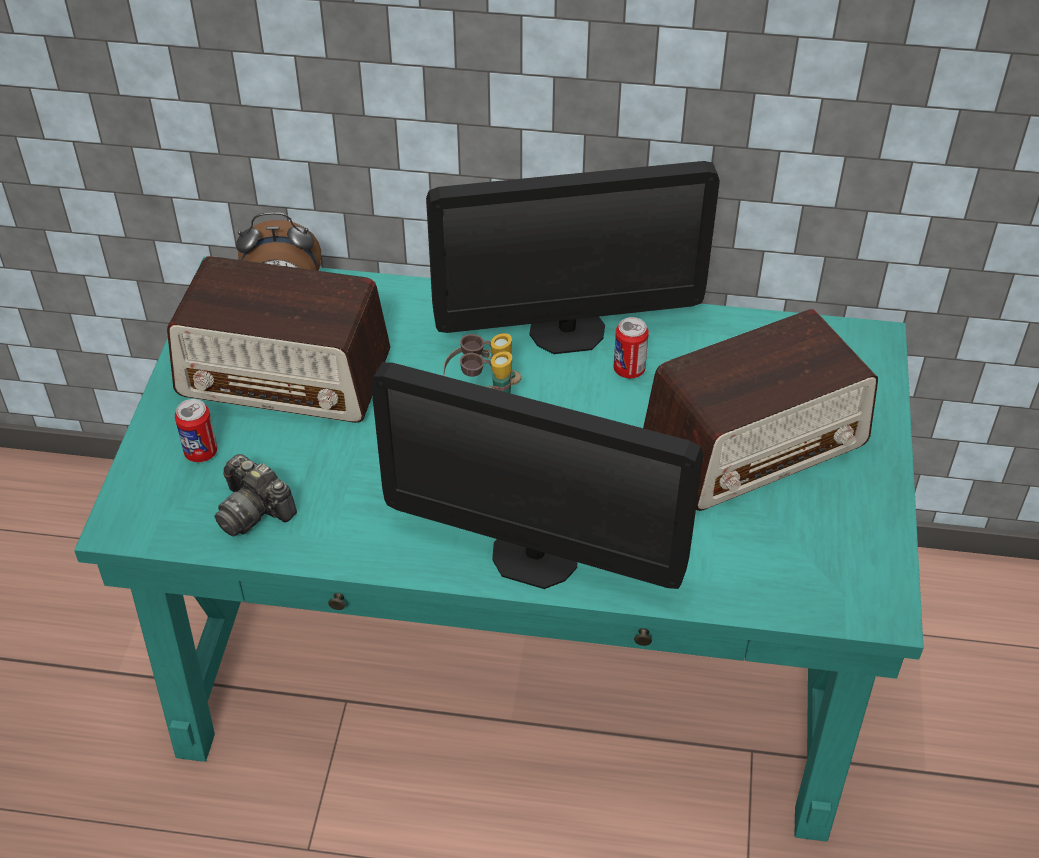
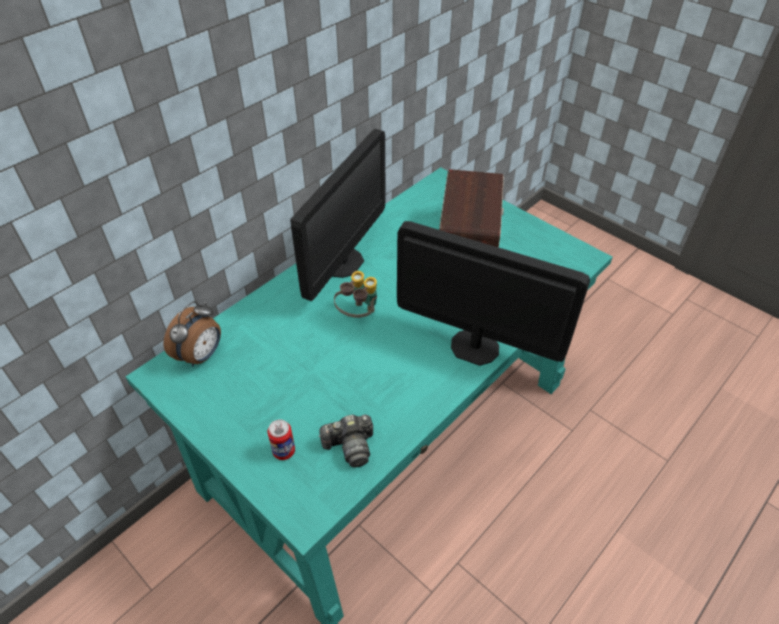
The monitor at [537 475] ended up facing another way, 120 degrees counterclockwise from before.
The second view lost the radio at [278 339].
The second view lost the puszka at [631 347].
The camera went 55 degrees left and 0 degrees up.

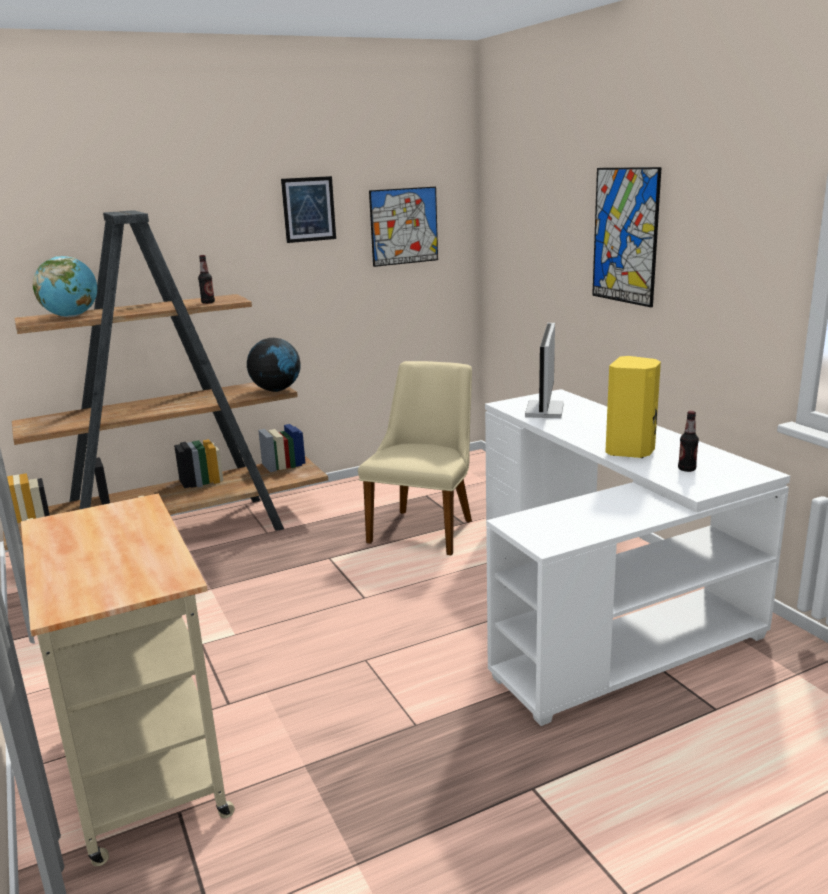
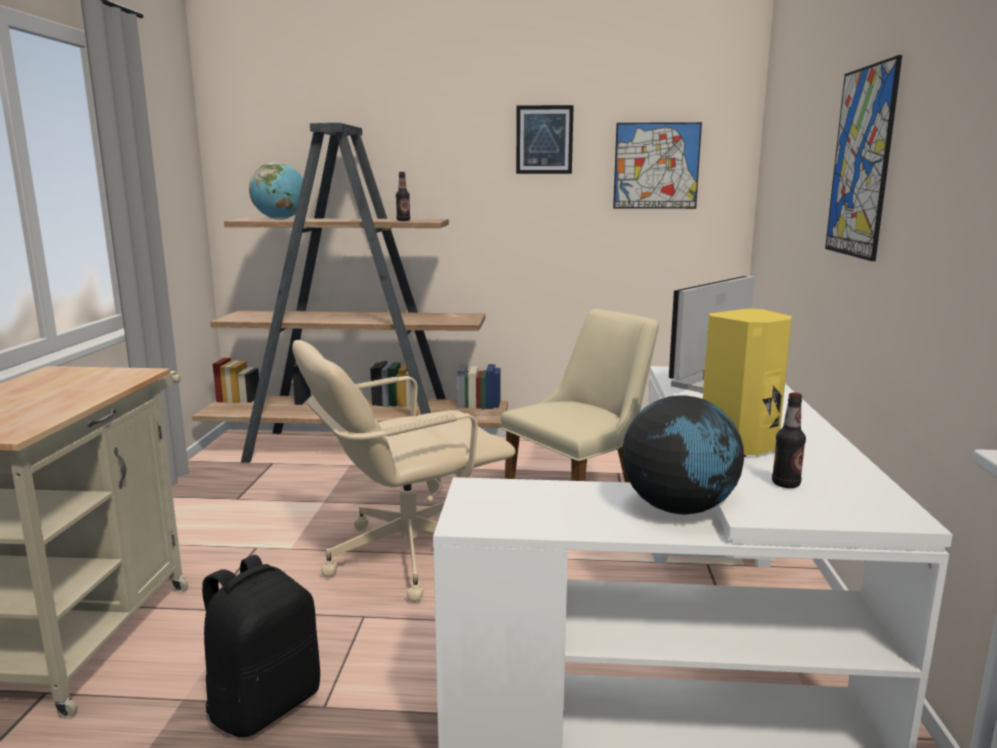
The second view gained the plecak (czarny) at [261 646].
The second view gained the krzesło biurowe (beżowy) at [404 471].
The globus ended up elsewhere, having gone from [274 365] to [683 455].
The camera went 30 degrees right and 5 degrees down.

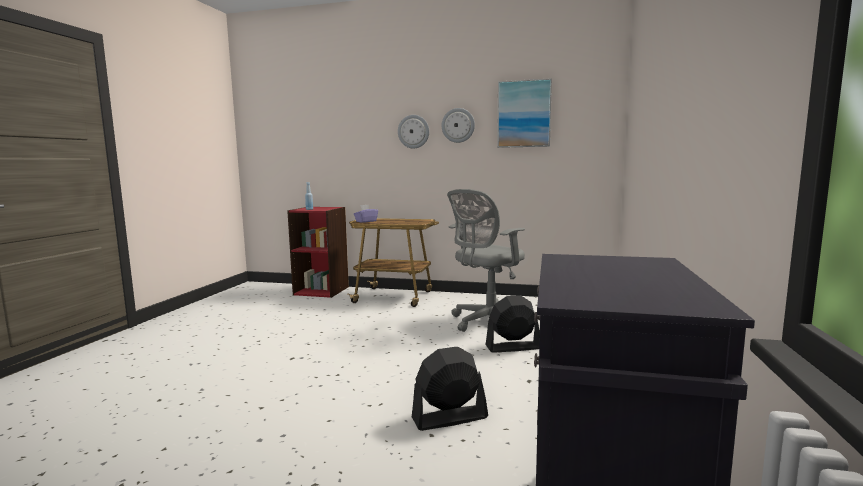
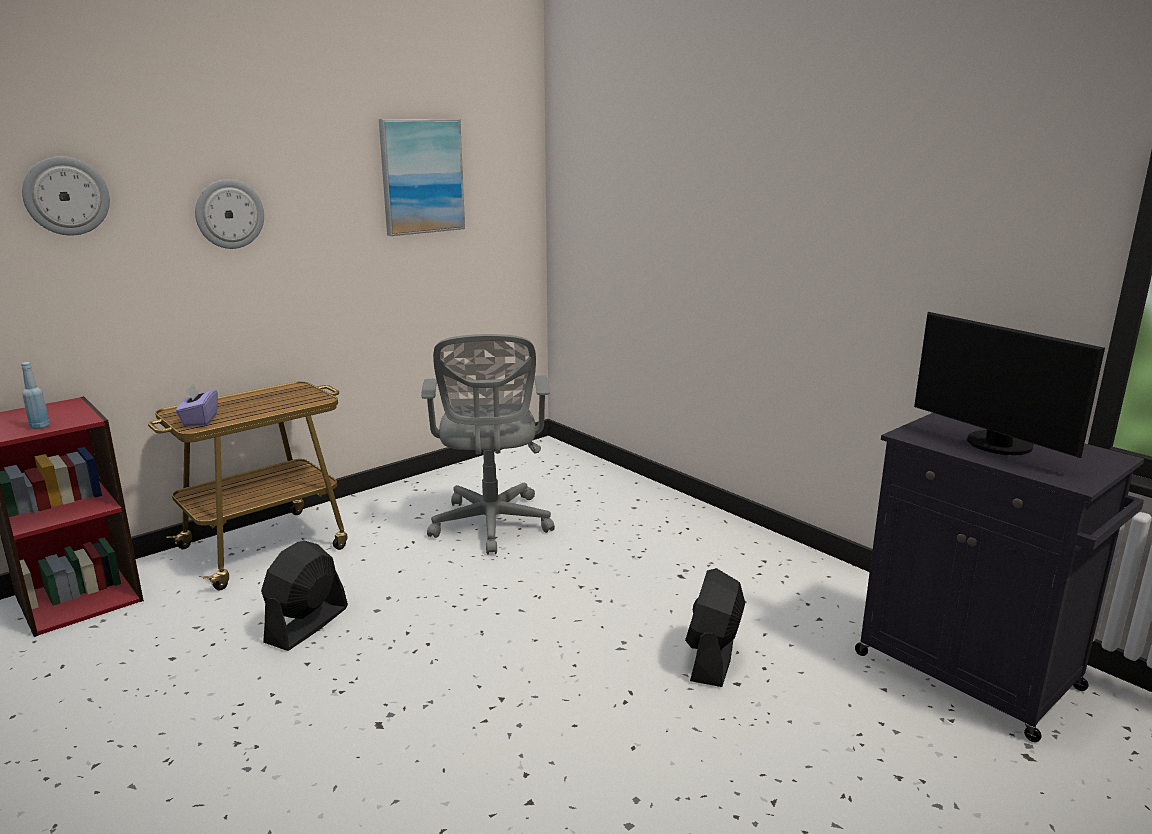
The zegar ścienny ended up elsewhere, having gone from [458 125] to [66 196].
The wentylator (czarny) ended up elsewhere, having gone from [513 324] to [304 596].
The second view gained the monitor at [1009 385].
The camera went 55 degrees left and 10 degrees up.

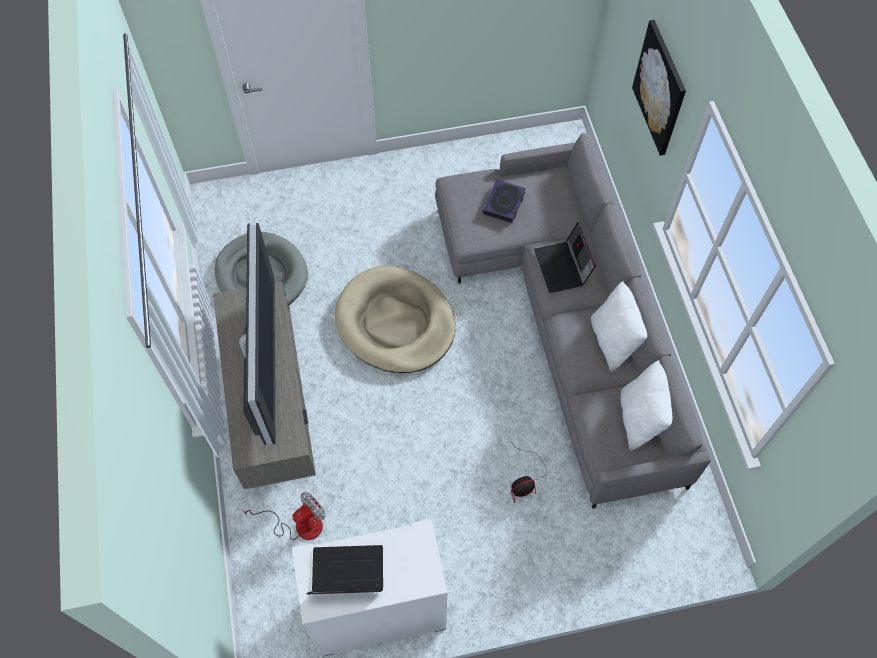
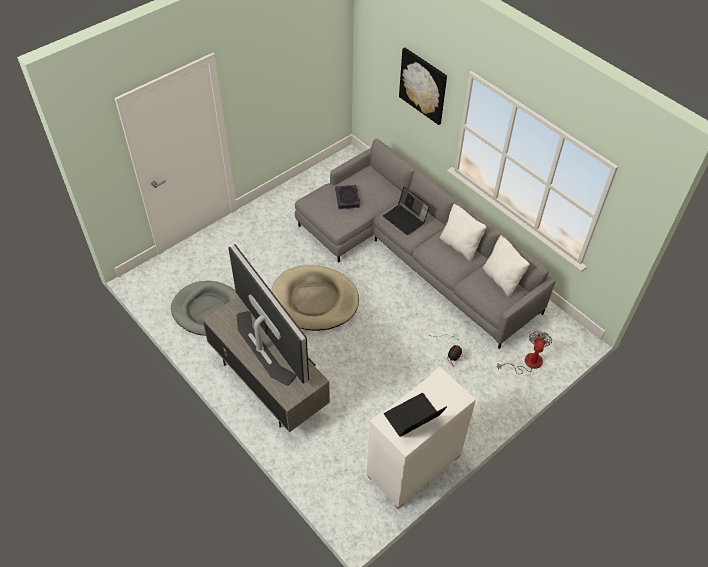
The wentylator ended up elsewhere, having gone from [283 516] to [524 352].
The camera went 30 degrees left and 10 degrees down.

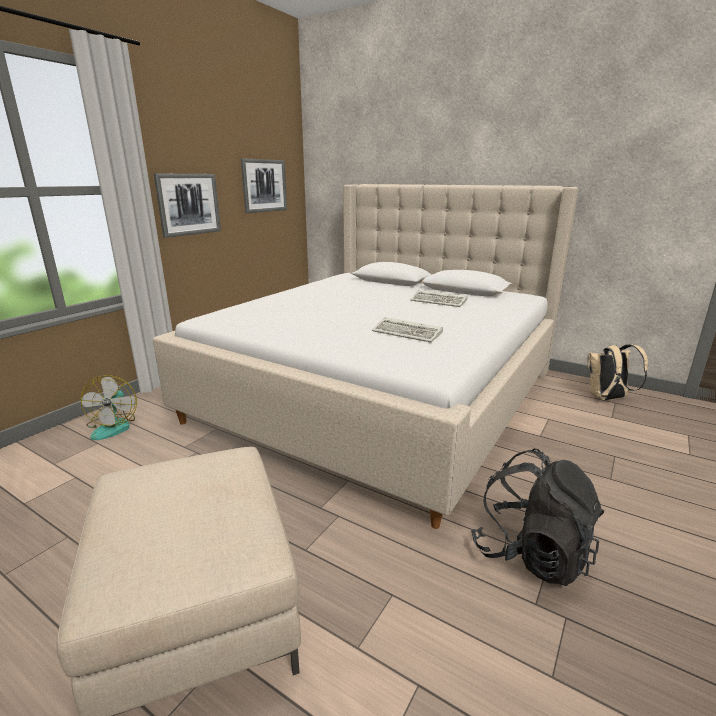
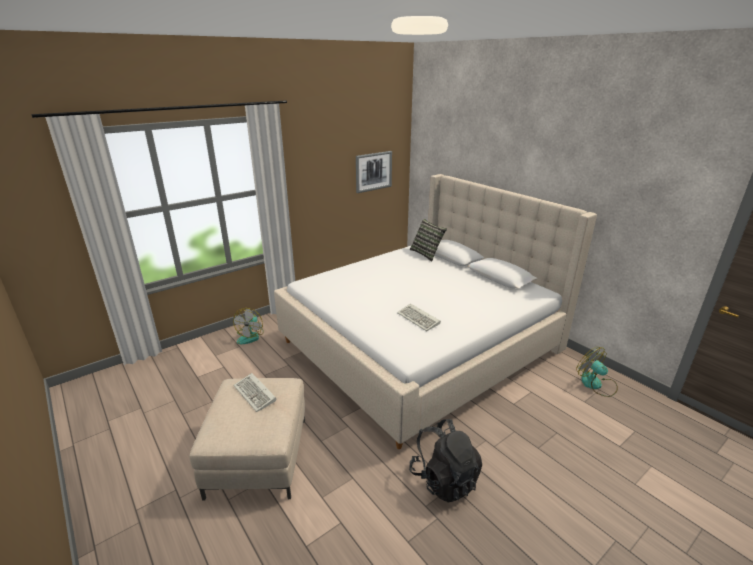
The klawiatura ended up elsewhere, having gone from [438 298] to [255 392].
The second view gained the poduszka at [428 240].
Where the plecak (beżowy) stood at [617 372], the wentylator came to stand at [597 372].
The second view lost the obraz at [187 206].
The camera went 20 degrees right and 5 degrees up.

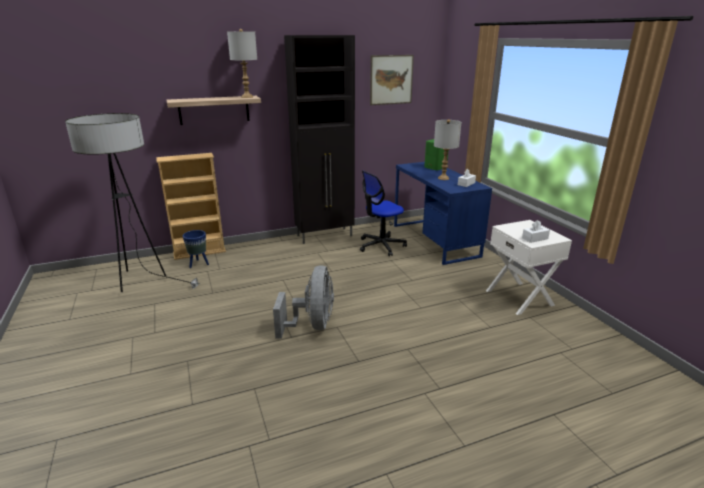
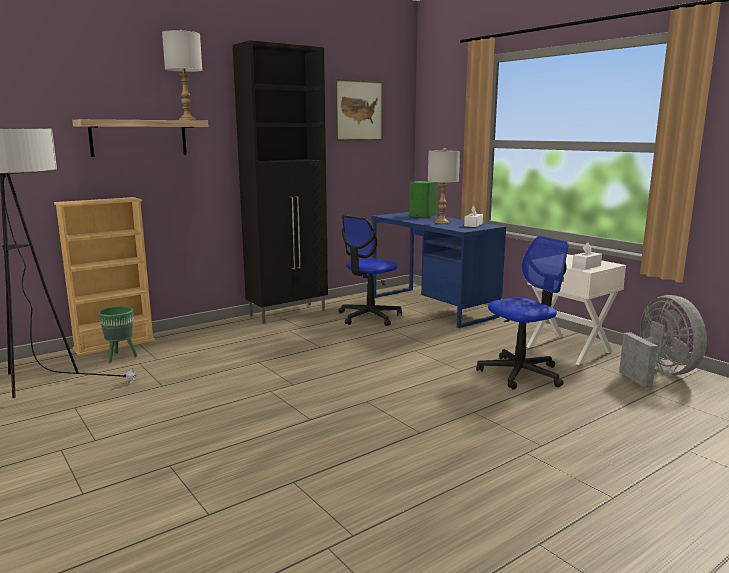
What was the donica (niebieski) at [196 249] turned into the donica (zielony) at [117 334].
The second view gained the krzesło biurowe at [522 313].
The wentylator (szary) ended up elsewhere, having gone from [303 302] to [663 341].
The camera went 15 degrees left and 10 degrees down.

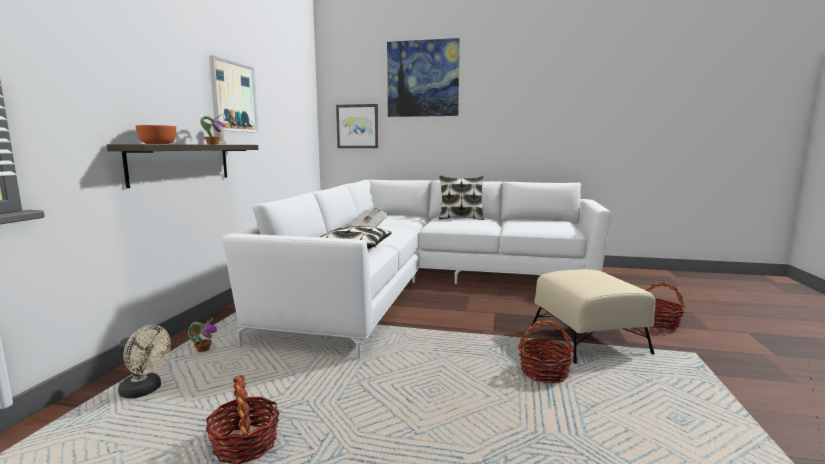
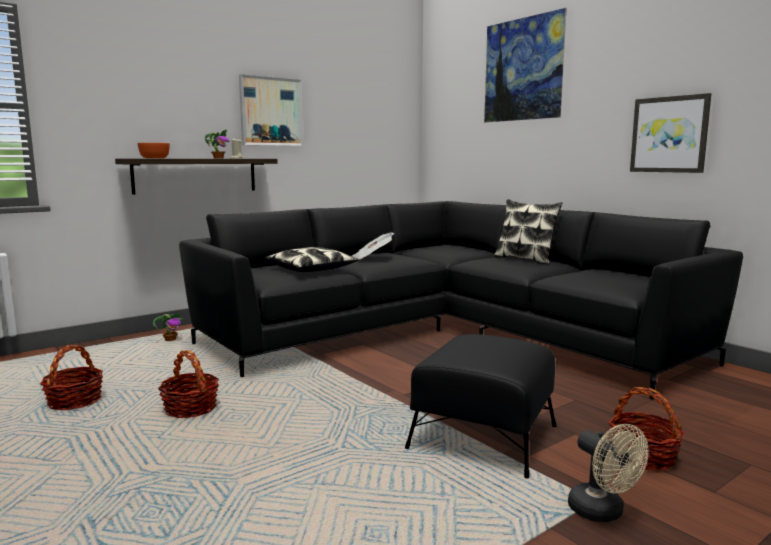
The koszyk ended up elsewhere, having gone from [546 352] to [188 384].
What was the kanapa (biały) at [416 269] turned into the kanapa (czarny) at [461 300].
What was the pufa (beżowy) at [593 316] turned into the pufa (czarny) at [480 406].
The wentylator (beżowy) ended up elsewhere, having gone from [144 362] to [608 473].
The obraz ended up elsewhere, having gone from [357 126] to [671 133].
The camera went 40 degrees right and 0 degrees up.

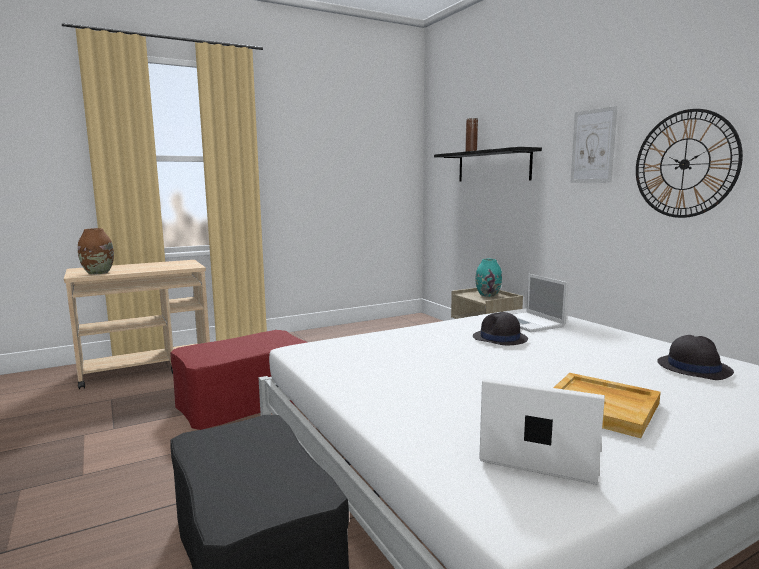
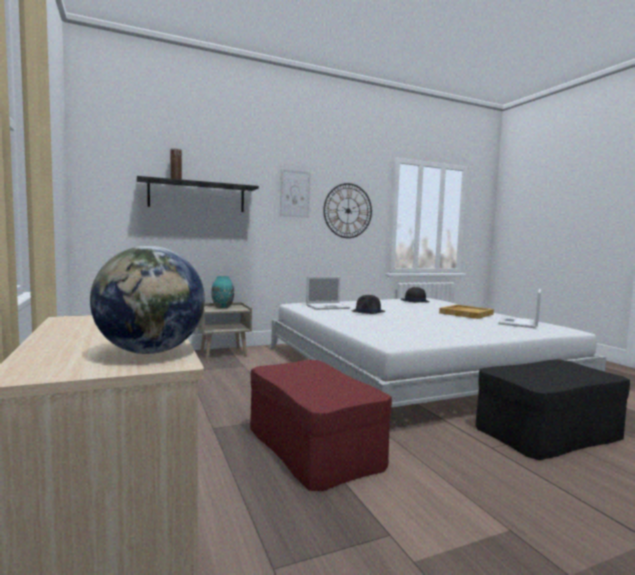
Where the wazon (brązowy) stood at [96 251], the globus came to stand at [147 300].
The camera went 85 degrees left and 5 degrees down.

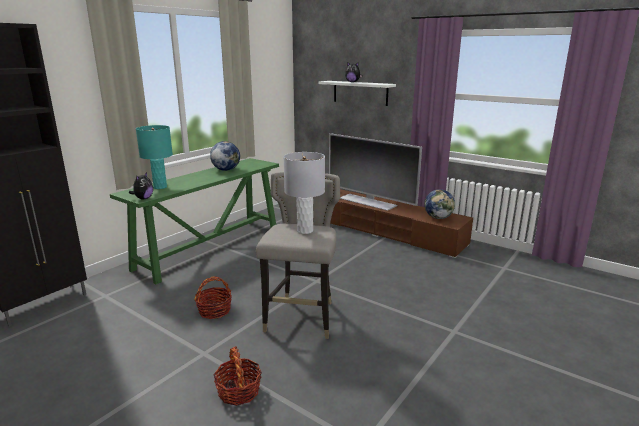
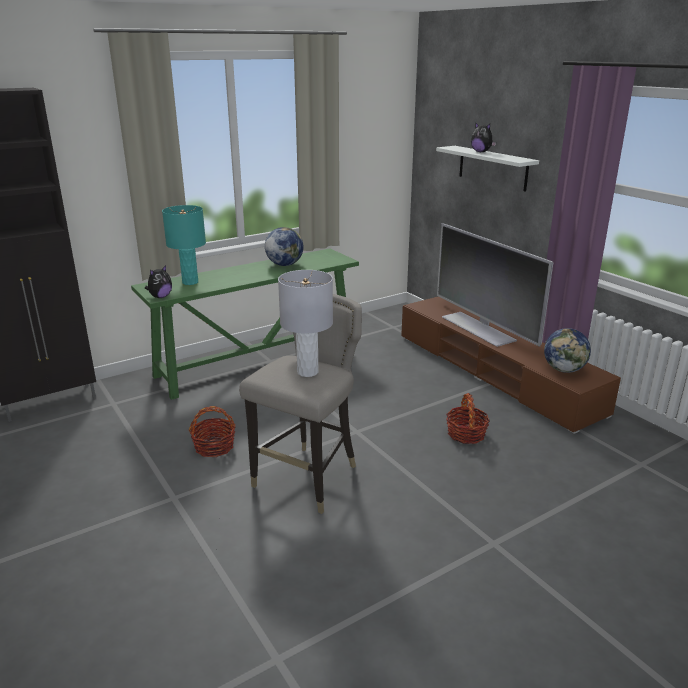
The koszyk ended up elsewhere, having gone from [237 376] to [468 418].
The camera went 20 degrees right and 5 degrees up.

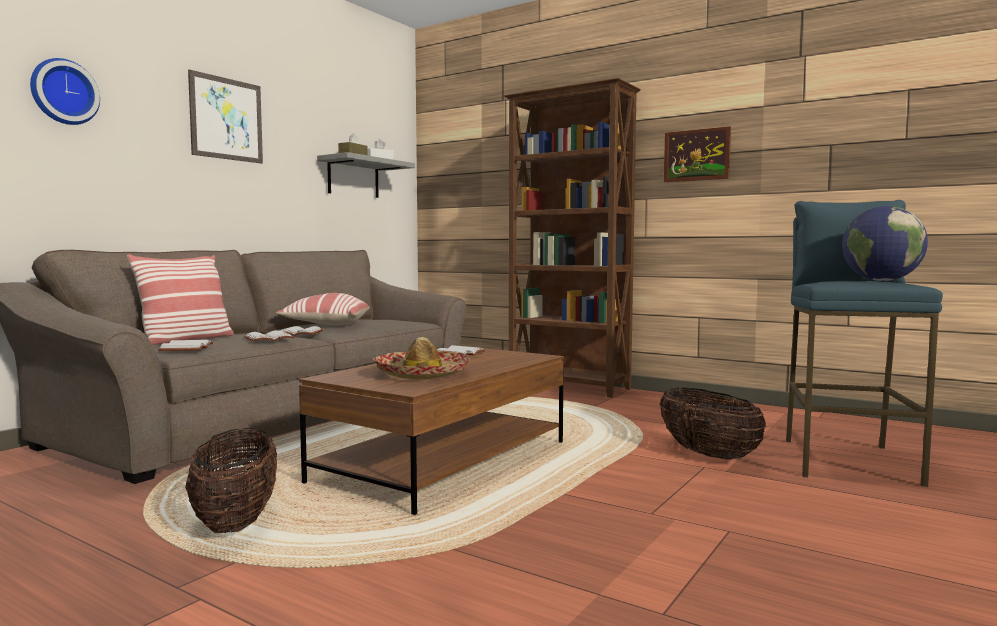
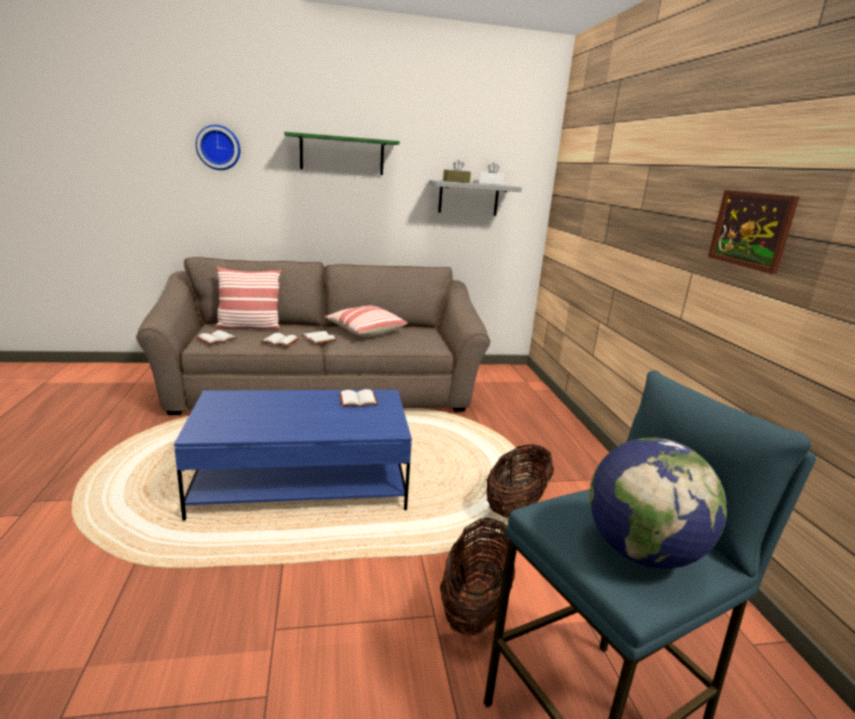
What was the ława (brązowy) at [431 431] turned into the ława (niebieski) at [293 455].
Where the obraz hung at [225 116], the półka (zielony) came to hang at [342 153].
The koszyk ended up elsewhere, having gone from [231 480] to [520 481].
The second view lost the kapelusz at [421 358].
The second view lost the regał (brązowy) at [572 238].
The camera went 45 degrees right and 15 degrees up.

